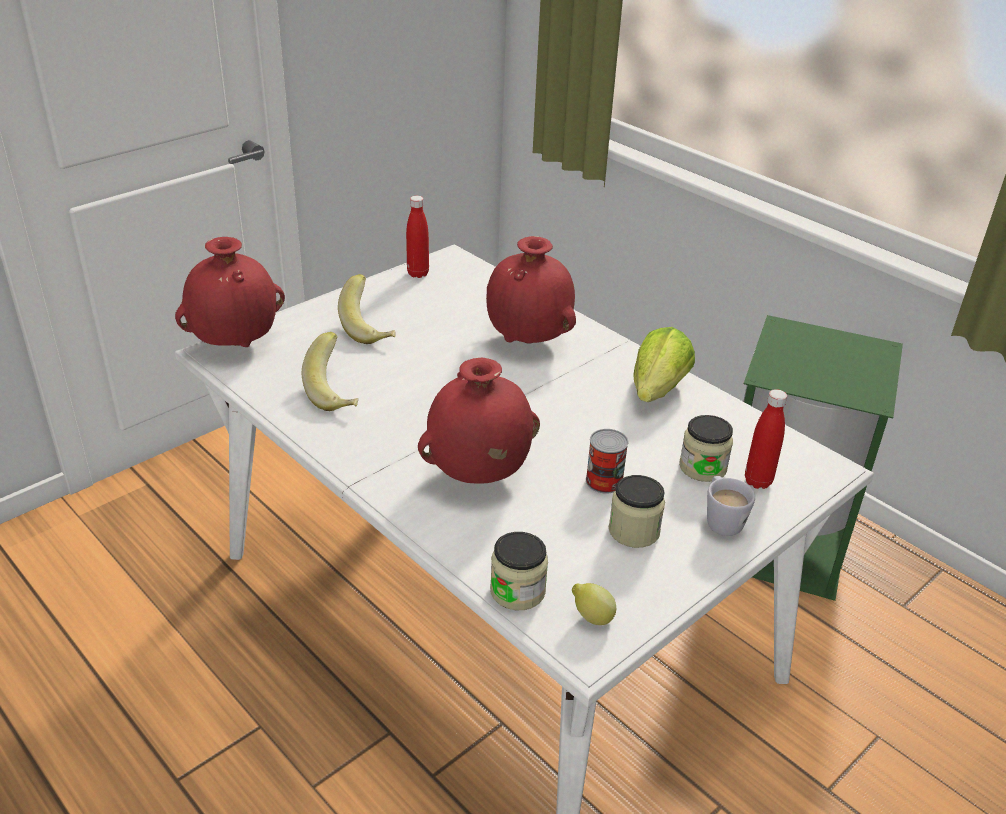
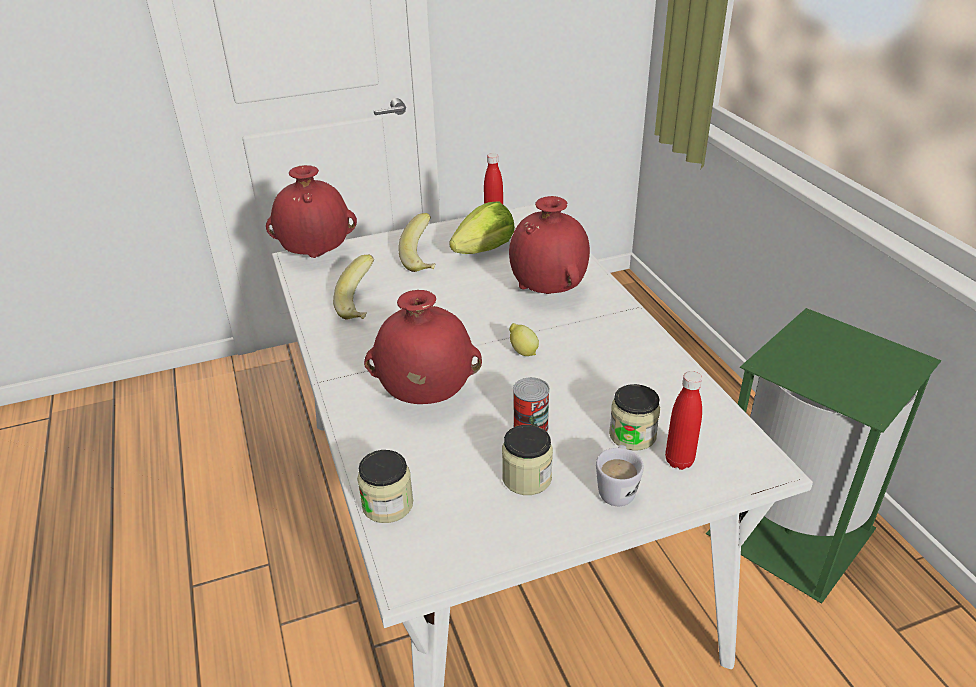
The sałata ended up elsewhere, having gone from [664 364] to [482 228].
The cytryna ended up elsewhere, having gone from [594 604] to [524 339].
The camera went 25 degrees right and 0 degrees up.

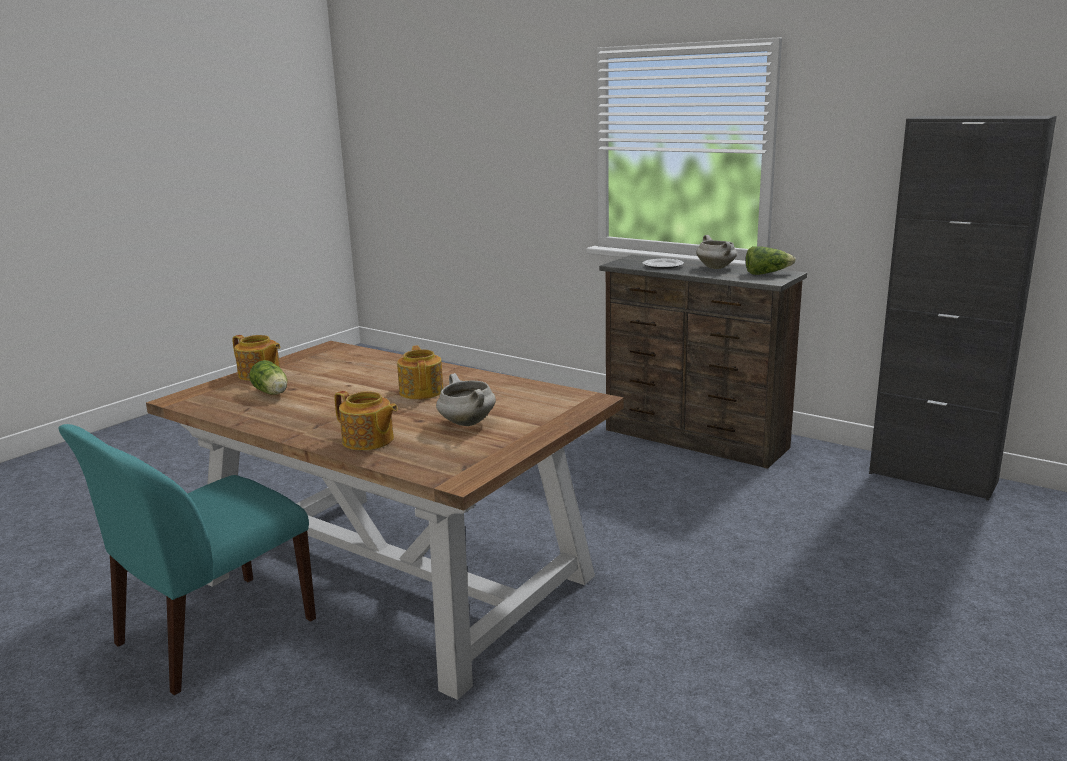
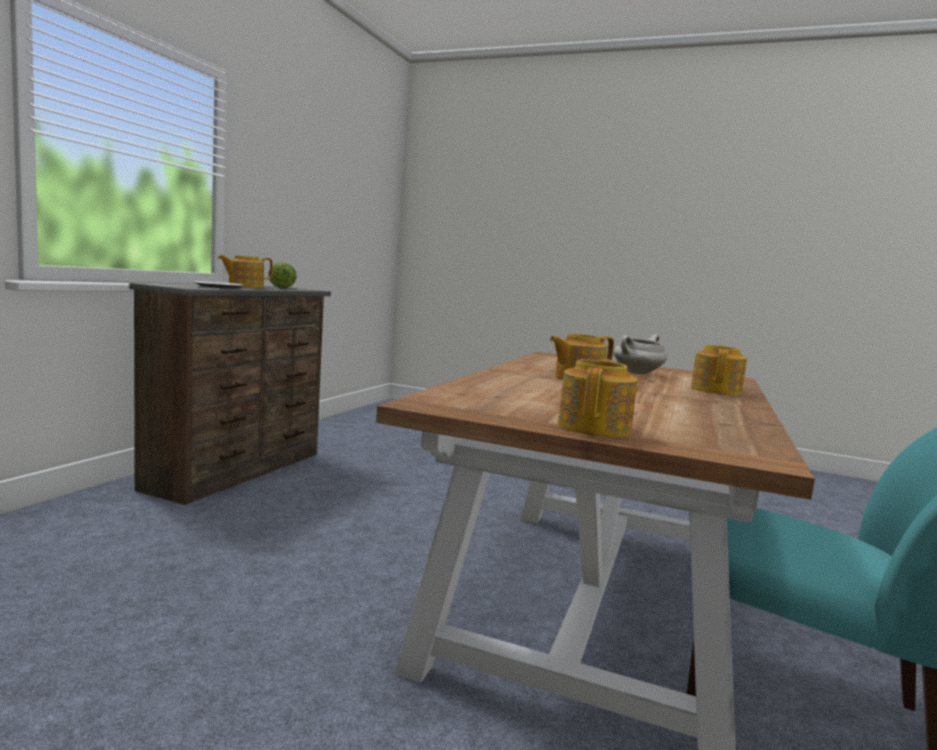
Where the garnek (biały) stood at [716 252], the imbryk came to stand at [245 271].
The second view lost the sałata at [268 377].
The second view lost the szafka (czarny) at [963 308].
The camera went 105 degrees left and 10 degrees down.

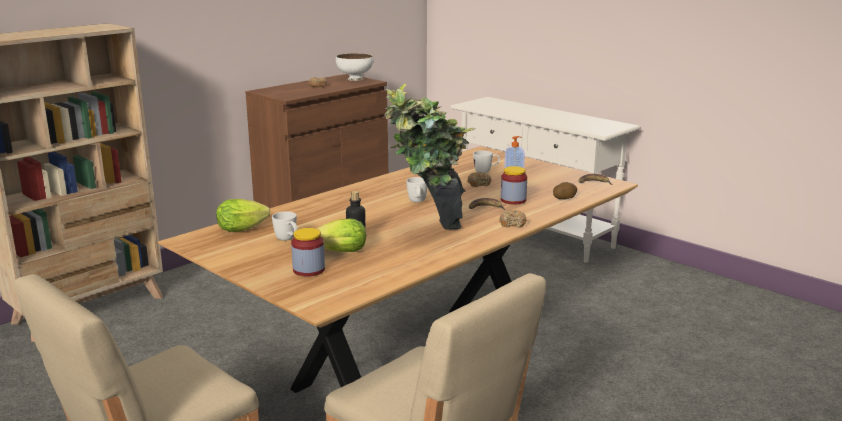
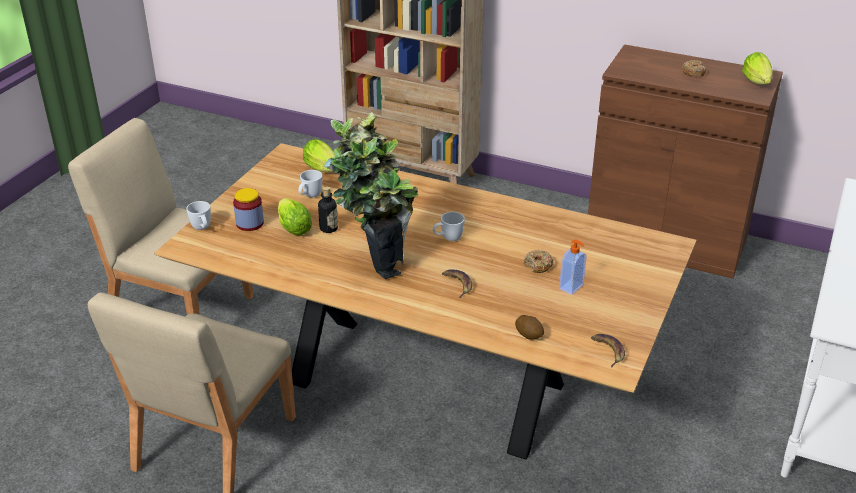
The kubek (biały) ended up elsewhere, having gone from [486 162] to [198 215].
Where the miska (biały) stood at [355 67], the sałata came to stand at [757 68].
The second view lost the donut at [513 219].
The second view lost the słoik at [514 185].
The camera went 70 degrees right and 15 degrees up.

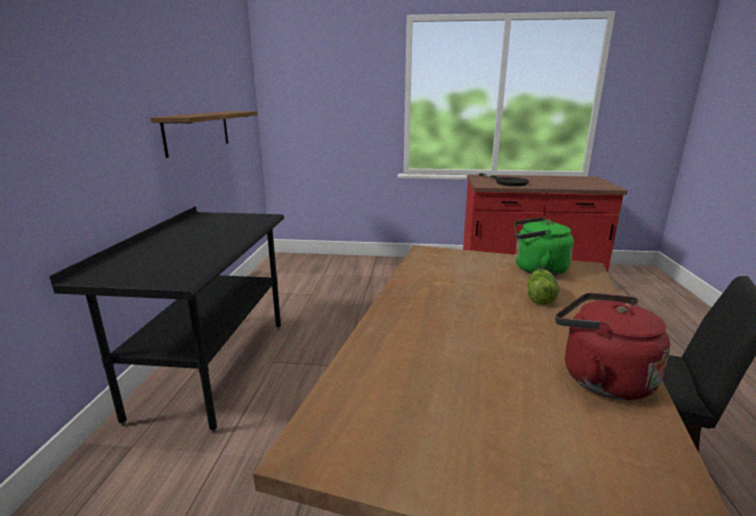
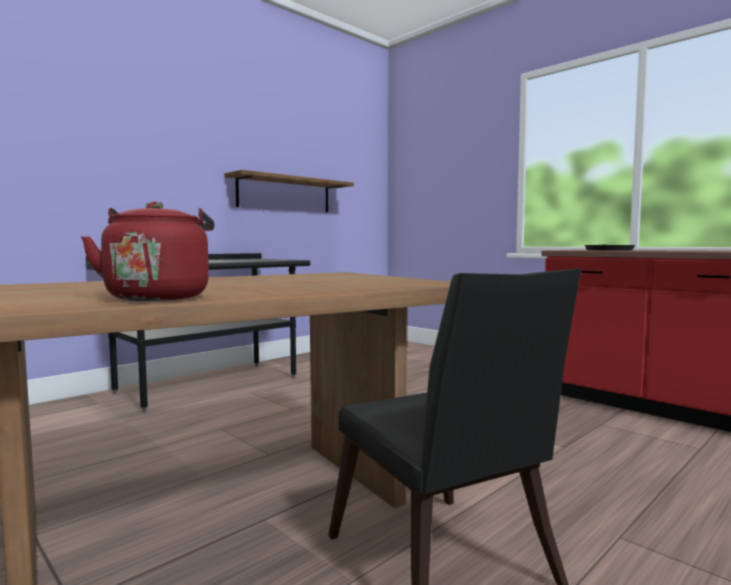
The second view lost the czajnik (zielony) at [544 246].
The second view lost the sałata at [543 287].
The camera went 40 degrees right and 15 degrees down.

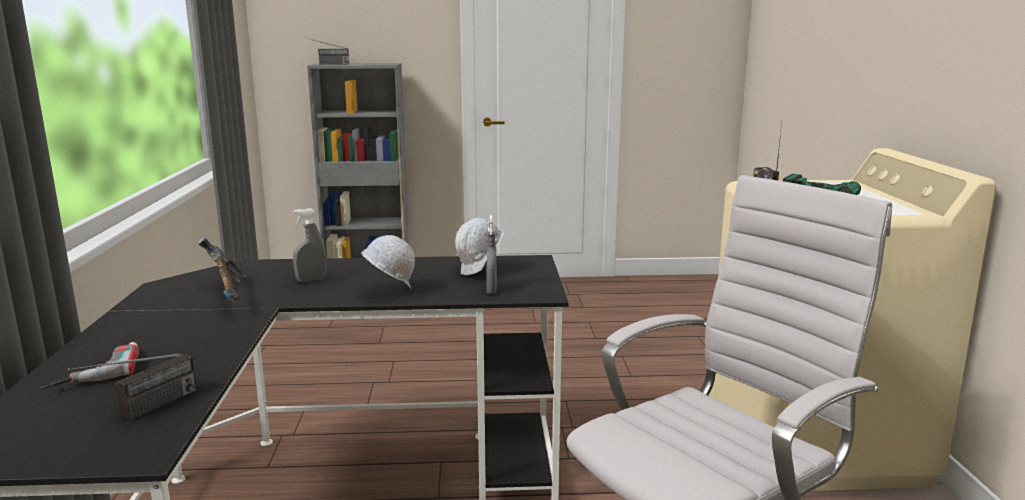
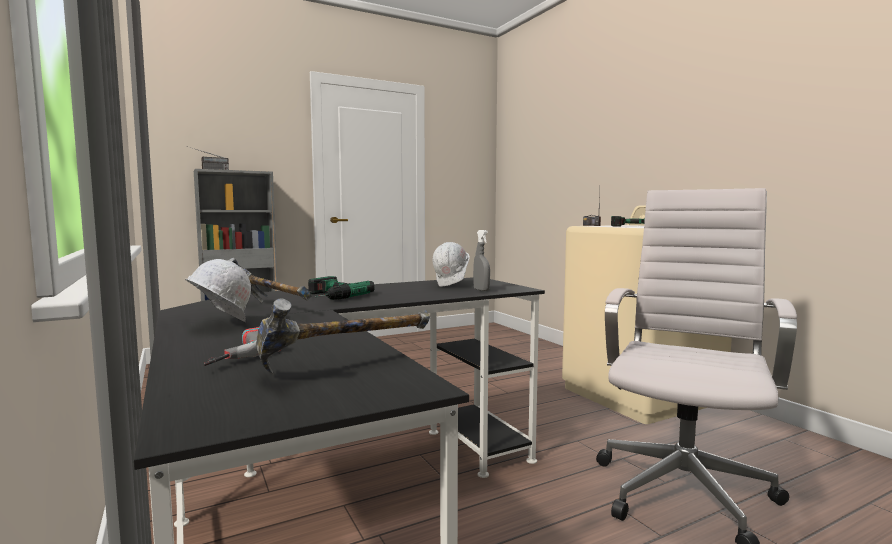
The kask (biały) ended up elsewhere, having gone from [388 262] to [218 290].
Where the radio stood at [132 387], the młotek came to stand at [343 337].
Where the spryskiwacz (szary) stood at [309 245], the wiertarka came to stand at [341 288].
The camera went 25 degrees left and 10 degrees down.

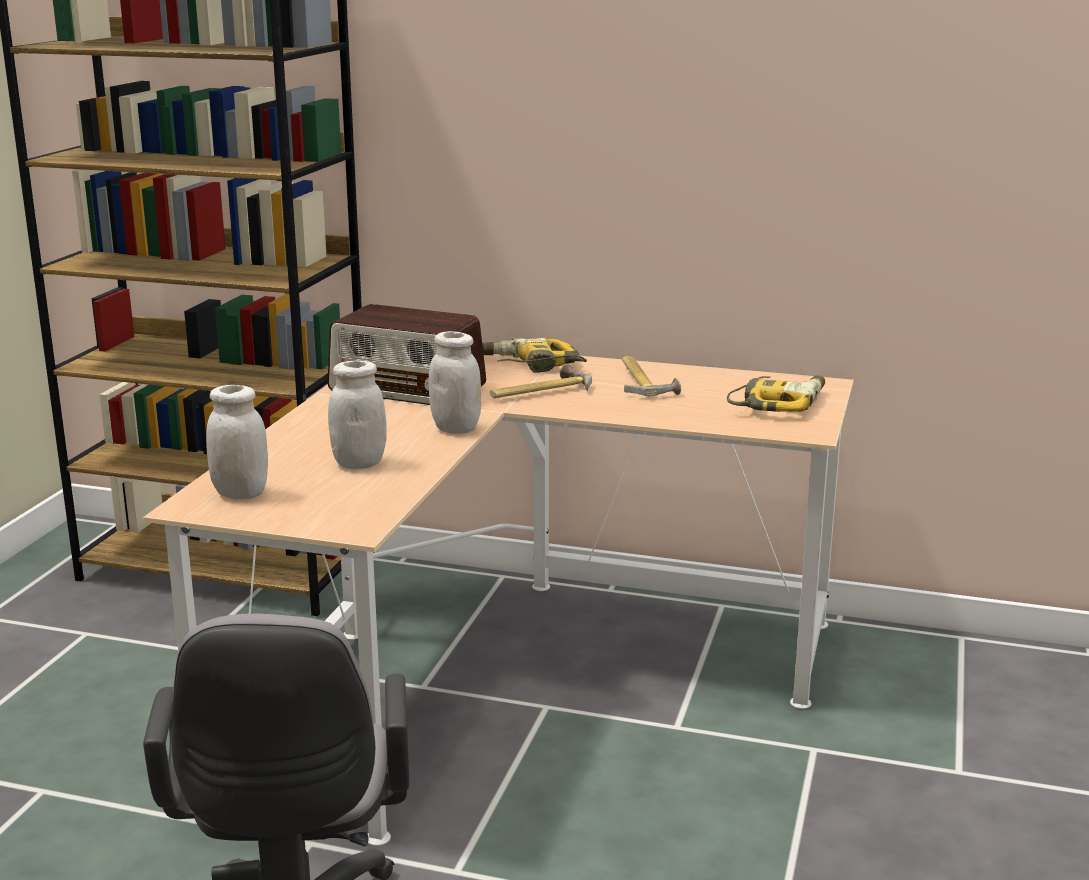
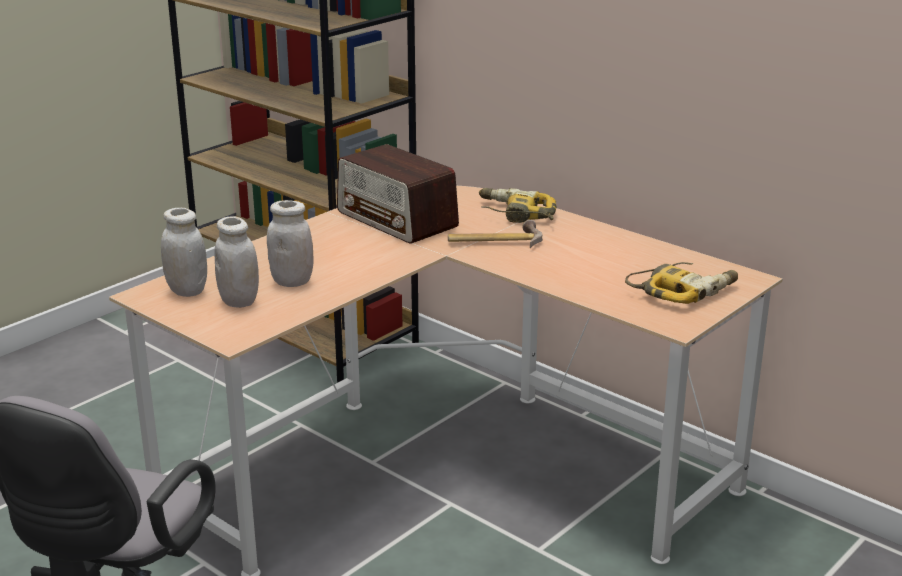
The słoik (biały) ended up elsewhere, having gone from [455 382] to [236 262].
The second view lost the młotek at [651 376].
The camera went 25 degrees right and 5 degrees up.

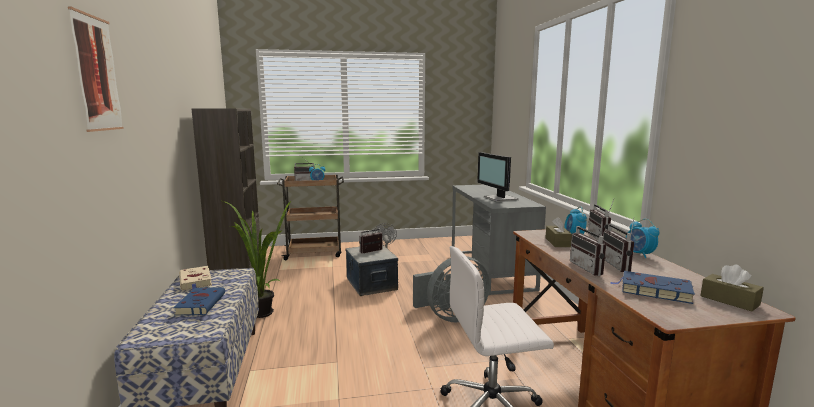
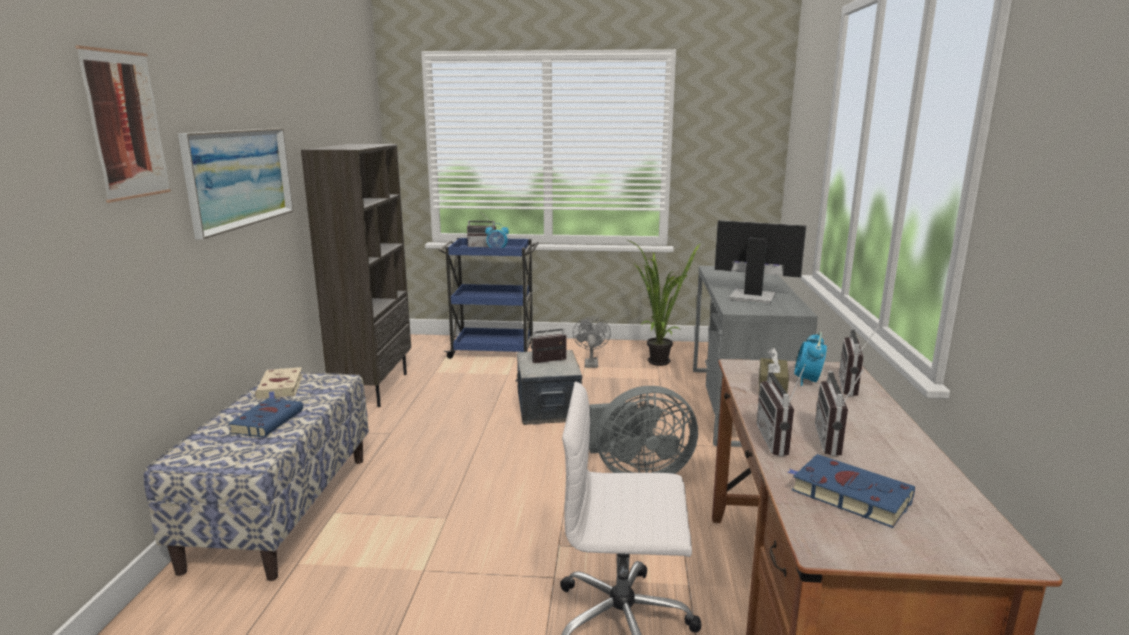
The second view gained the obraz at [235 184].
What was the wózek (brązowy) at [310 217] turned into the wózek (niebieski) at [489 298].
The roślina doniczkowa ended up elsewhere, having gone from [257 259] to [664 303].
The monitor at [497 177] ended up facing another way, 120 degrees clockwise from before.
The second view lost the budzik at [643 238].
The second view lost the pudełko chusteczek (brązowy) at [732 288].
The camera went 15 degrees right and 5 degrees up.

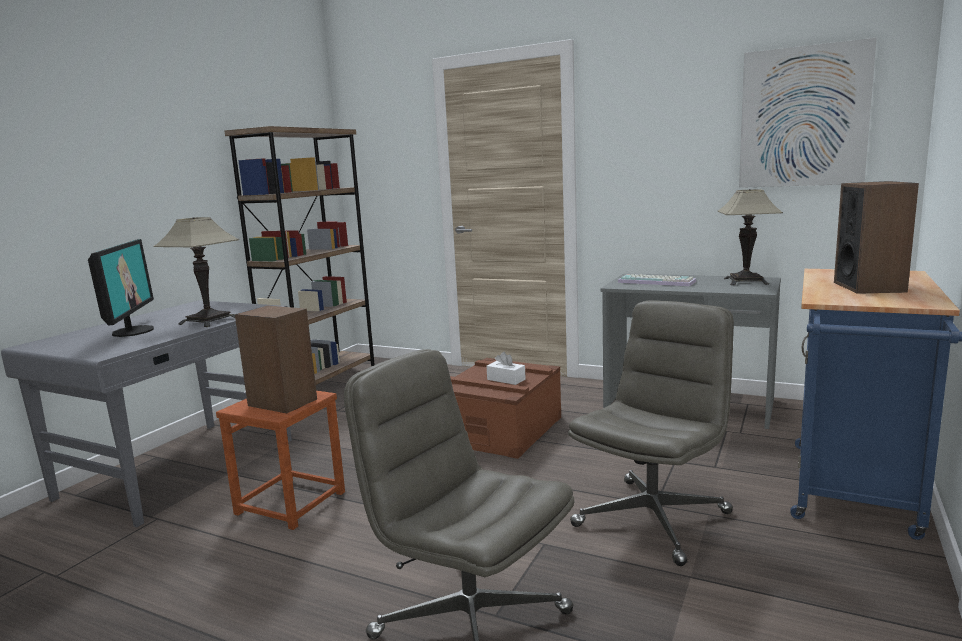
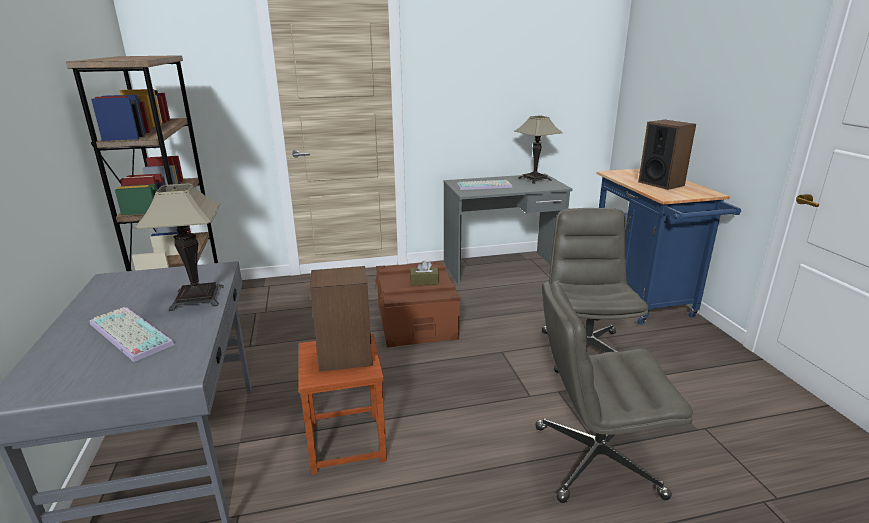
Where the monitor stood at [121 288], the klawiatura came to stand at [132 334].
What was the pudełko chusteczek (biały) at [506 368] turned into the pudełko chusteczek (brązowy) at [424 273].
The second view lost the obraz at [808 113].
The camera went 40 degrees left and 10 degrees up.

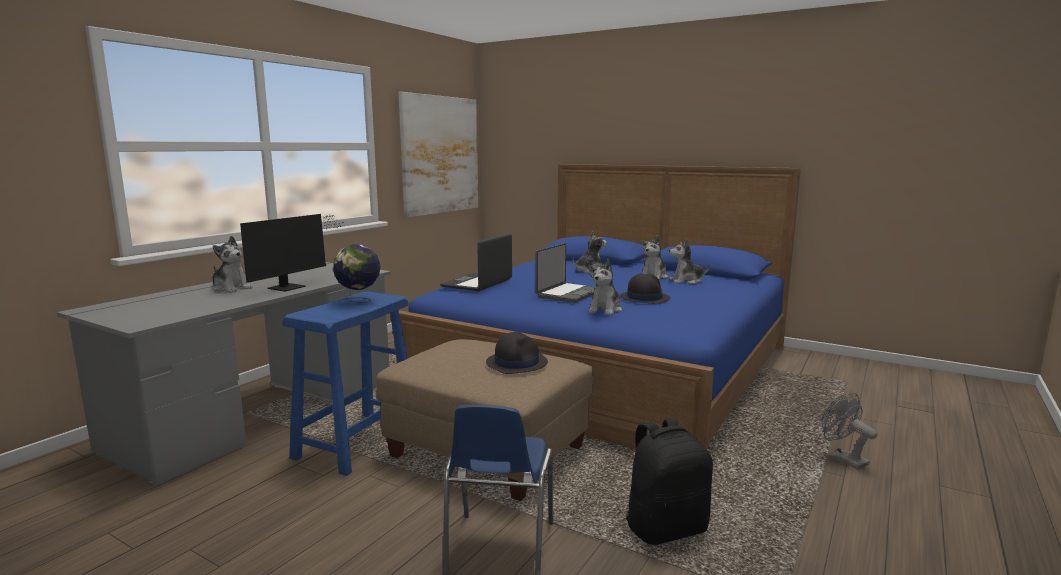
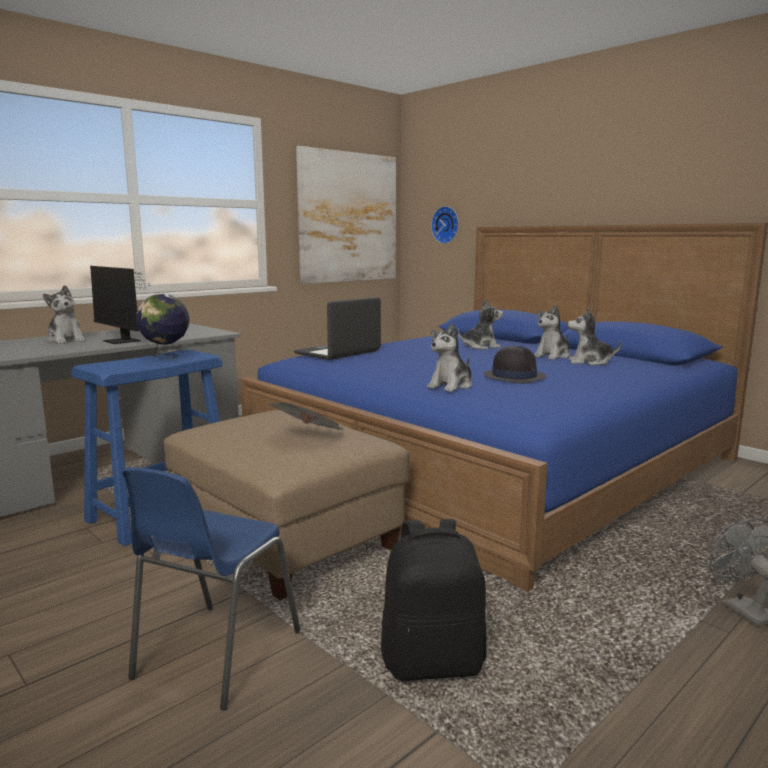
The monitor at [290 253] ended up facing another way, 90 degrees clockwise from before.
Where the kapelusz (czarny) stood at [517 353], the gazeta came to stand at [306 416].
The second view gained the zegar ścienny at [445 225].
The second view lost the laptop at [565 273].
The camera went 15 degrees right and 0 degrees up.

